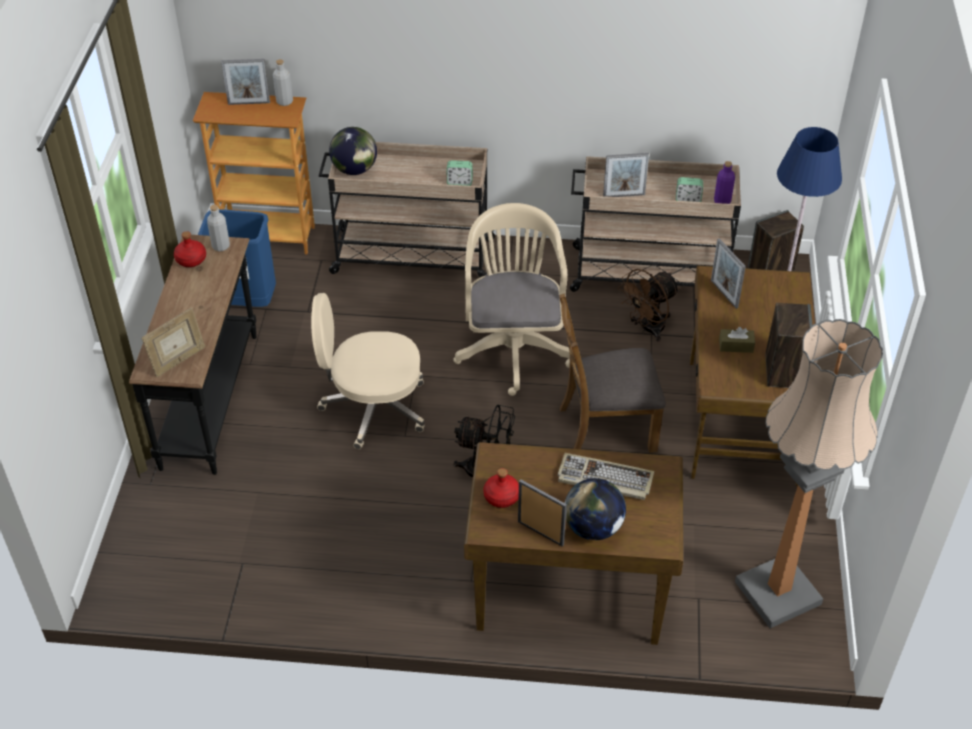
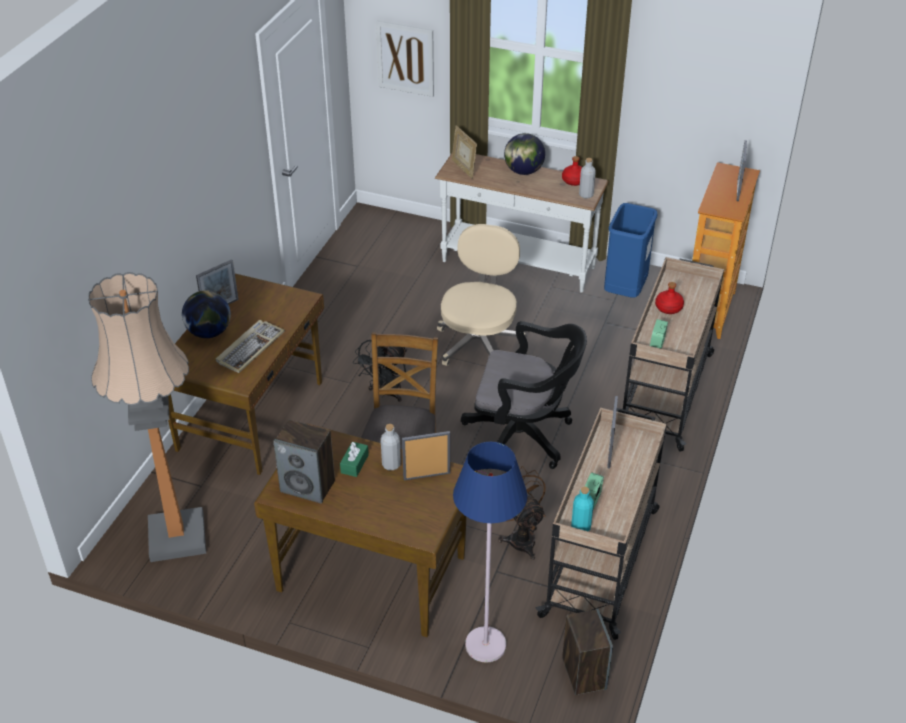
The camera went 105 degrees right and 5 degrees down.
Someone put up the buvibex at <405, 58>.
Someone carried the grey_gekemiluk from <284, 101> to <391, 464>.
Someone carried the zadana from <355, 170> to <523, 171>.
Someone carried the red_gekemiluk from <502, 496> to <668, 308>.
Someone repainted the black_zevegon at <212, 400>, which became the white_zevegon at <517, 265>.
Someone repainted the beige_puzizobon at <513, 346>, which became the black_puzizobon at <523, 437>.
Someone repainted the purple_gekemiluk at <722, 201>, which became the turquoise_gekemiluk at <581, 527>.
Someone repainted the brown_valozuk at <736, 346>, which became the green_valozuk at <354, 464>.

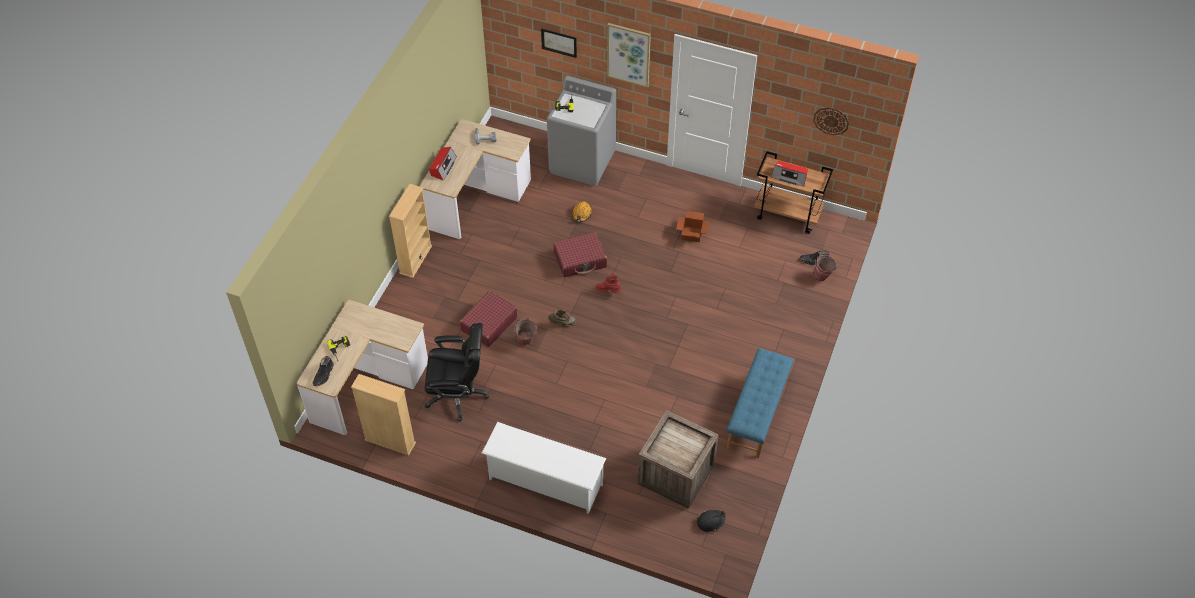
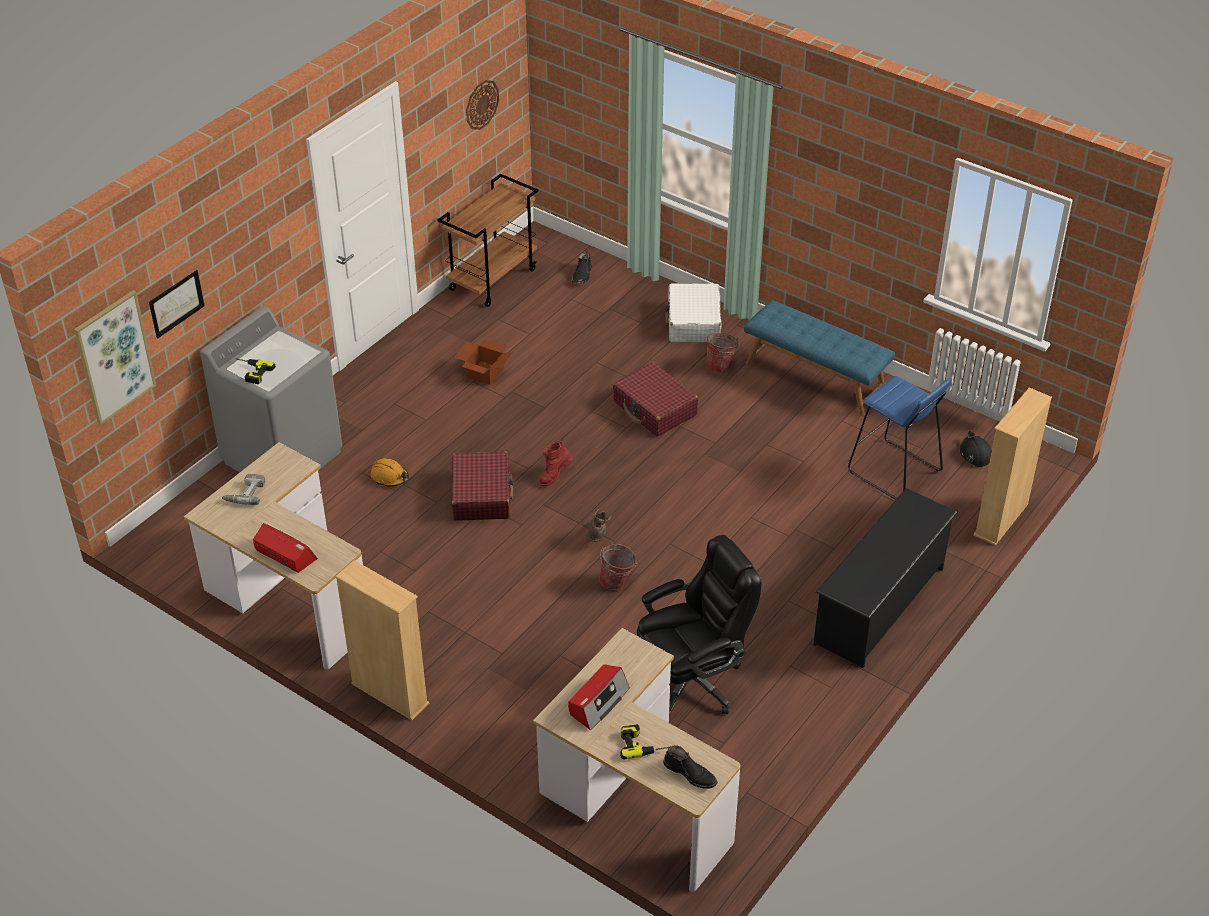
The camera went 75 degrees left and 10 degrees down.
Someone put down the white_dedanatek at <693, 322>.
Someone carried the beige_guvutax from <390, 441> to <1001, 520>.
Someone carried the red_dedanatek from <488, 324> to <655, 409>.
Someone carried the buvibex from <629, 54> to <114, 357>.
Someone carried the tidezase from <789, 176> to <598, 702>.
Someone carried the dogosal from <823, 277> to <721, 367>.
Someone swapped the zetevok at <674, 474> for the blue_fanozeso at <894, 472>.
Someone repainted the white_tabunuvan at <545, 482>, which became the black_tabunuvan at <880, 605>.
Someone rotated the black_puzizobon at <458, 394> by 45 degrees clockwise.

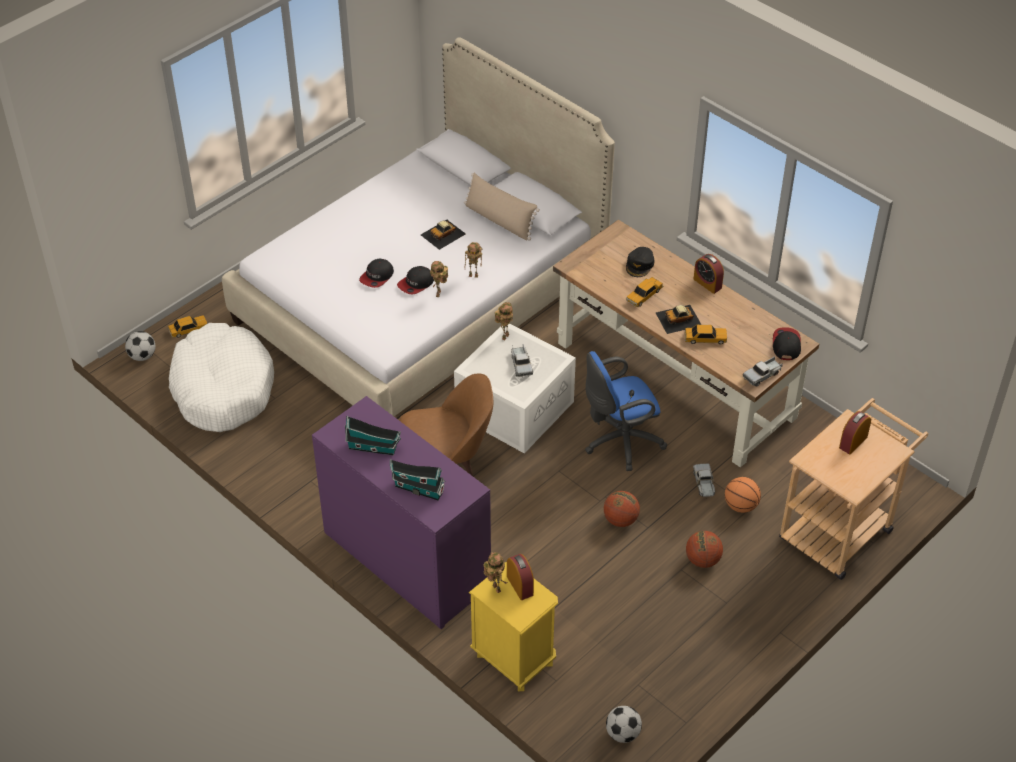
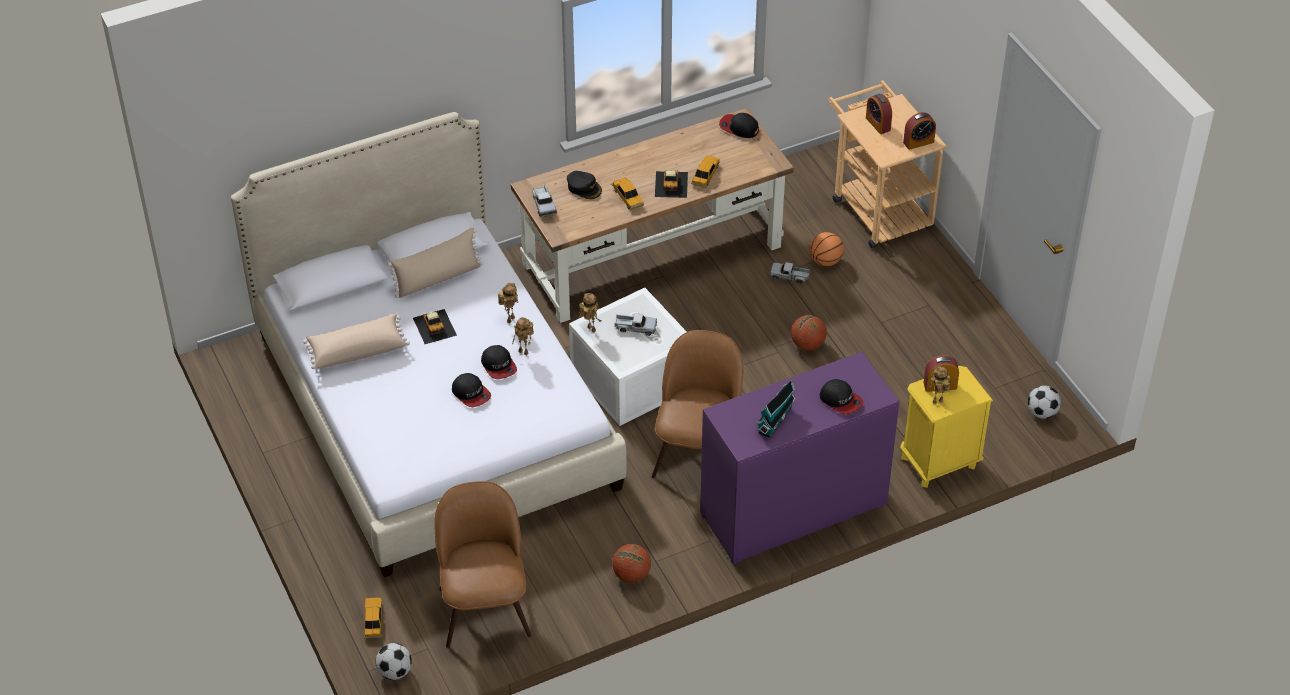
The camera went 70 degrees left and 0 degrees up.
Someone took away the blue_puzizobon at <619, 442>.
Someone put down the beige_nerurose at <357, 350>.
Someone carried the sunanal from <702, 560> to <631, 575>.
Someone carried the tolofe from <707, 283> to <918, 142>.
Someone carried the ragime from <762, 375> to <543, 204>.
Someone swapped the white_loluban at <222, 388> for the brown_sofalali at <484, 608>.
Someone swapped the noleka at <417, 488> for the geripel at <841, 400>.

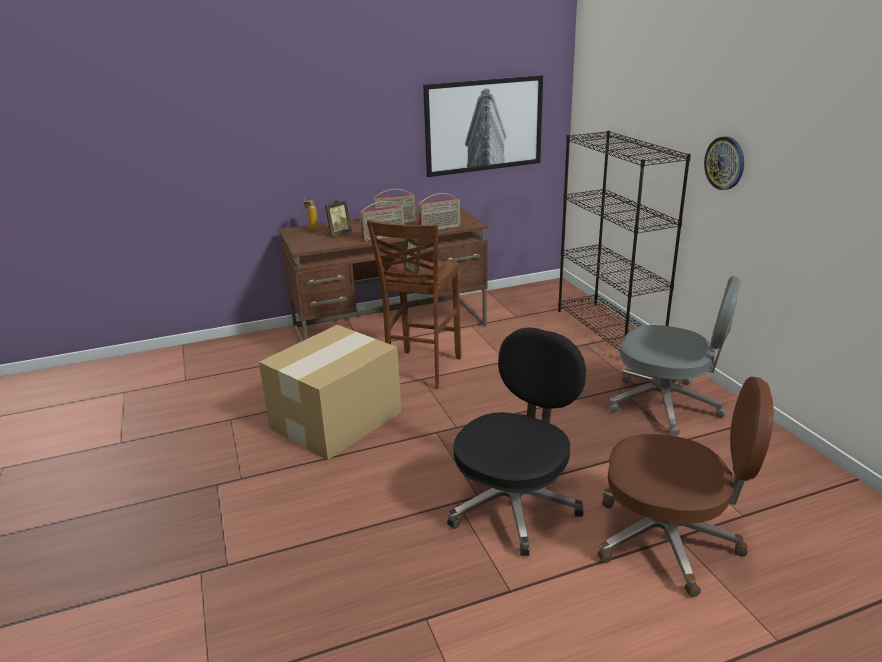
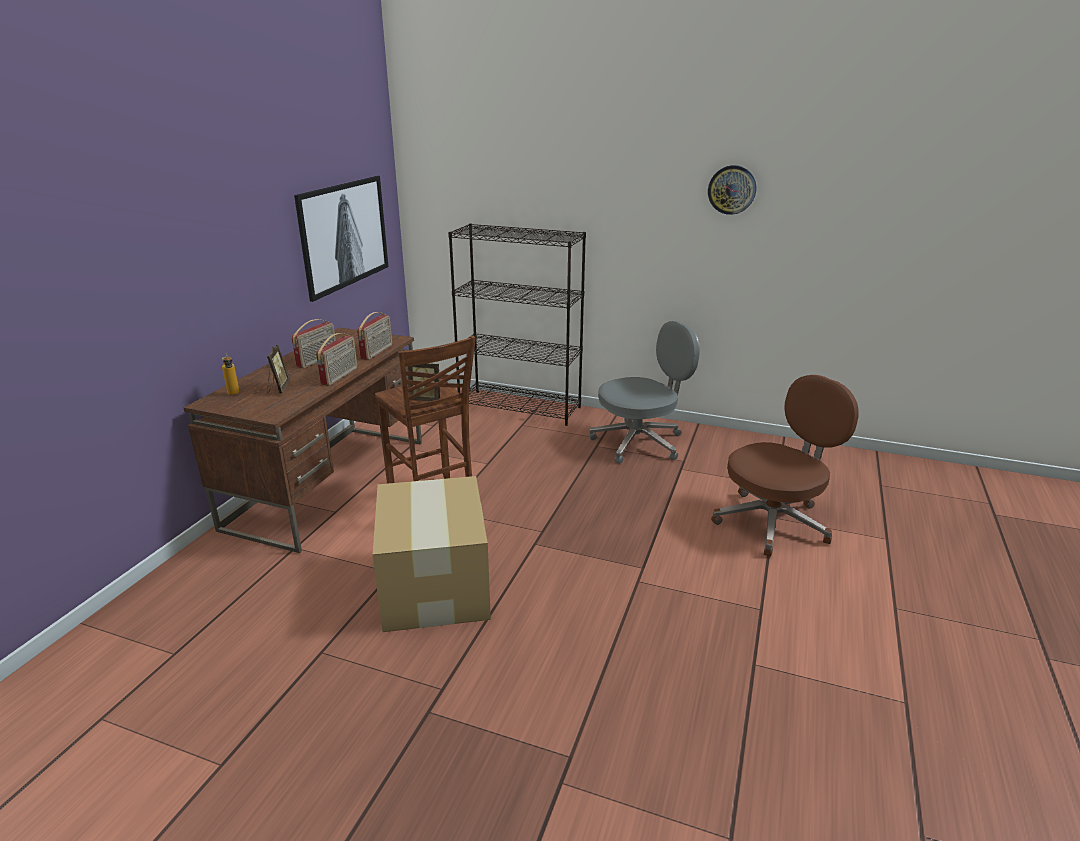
The camera went 50 degrees left and 0 degrees up.
Someone took away the black_puzizobon at <514, 504>.
Someone carried the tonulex from <725, 163> to <732, 189>.

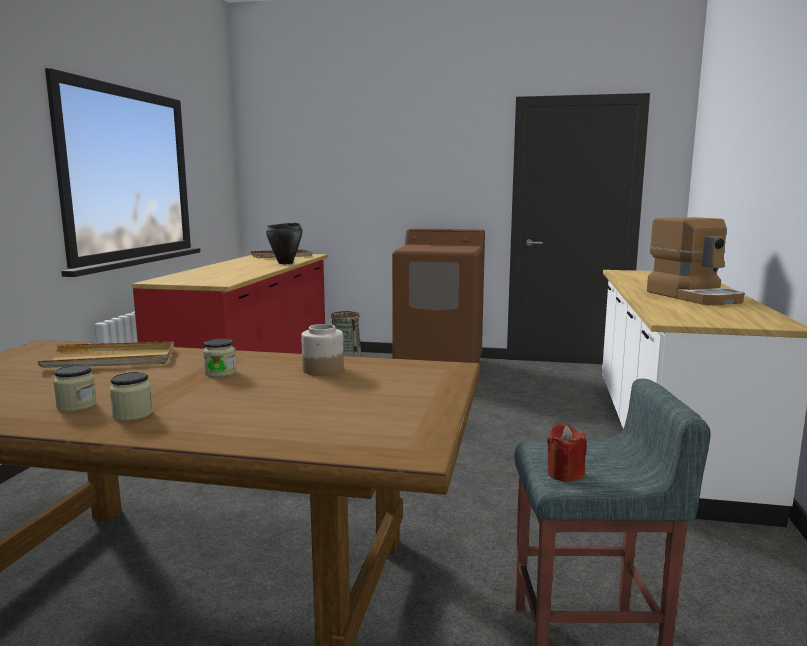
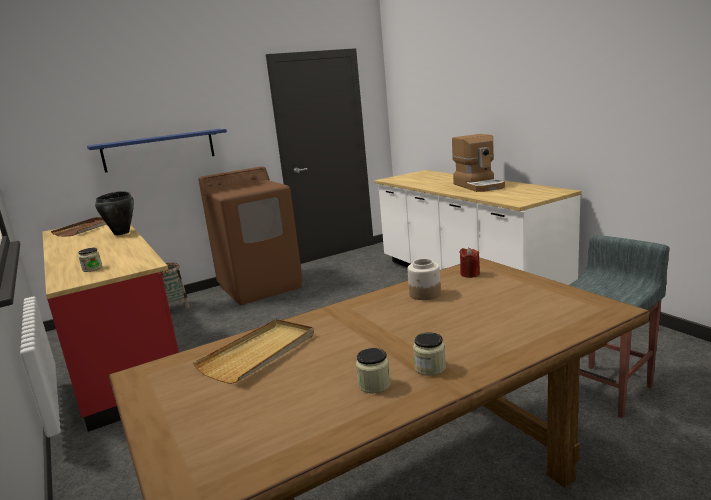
The camera went 40 degrees left and 5 degrees up.
Someone put up the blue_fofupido at <159, 150>.
Someone carried the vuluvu from <220, 373> to <92, 269>.
Someone carried the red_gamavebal from <565, 474> to <470, 274>.
Someone rotated the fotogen at <695, 296> by 45 degrees clockwise.

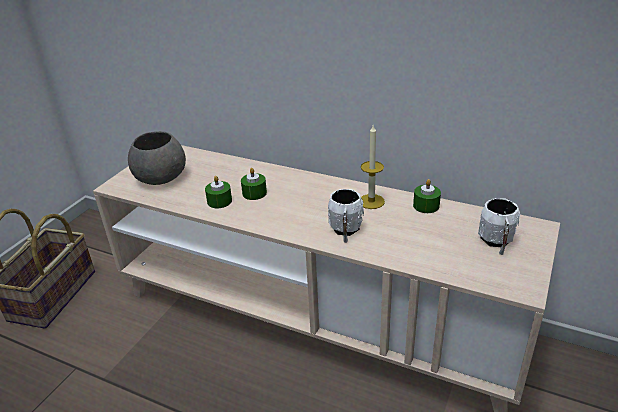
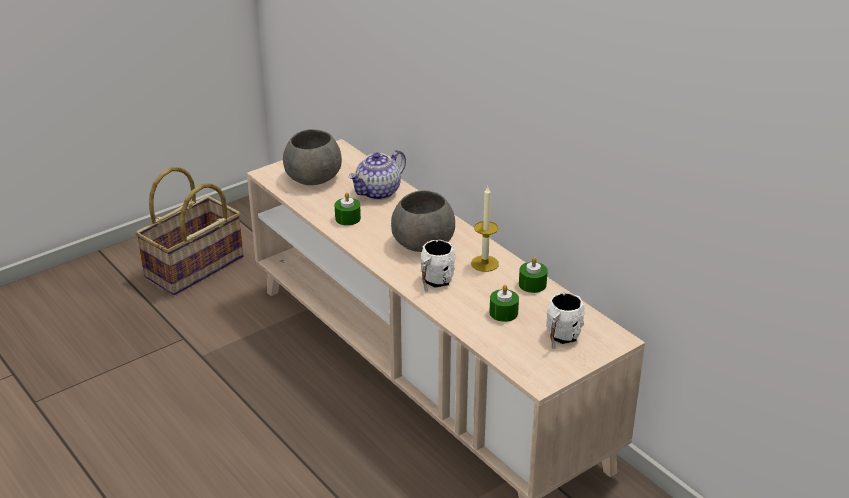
The camera went 25 degrees right and 0 degrees up.
Someone put down the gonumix at <378, 192>.
Someone put down the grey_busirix at <422, 243>.
Someone carried the green_gamavebal from <254, 193> to <503, 312>.

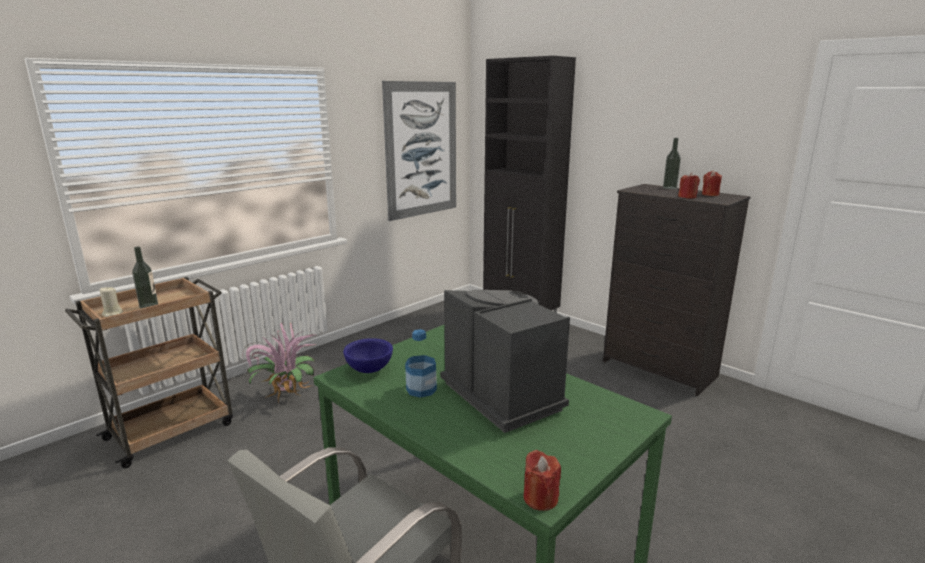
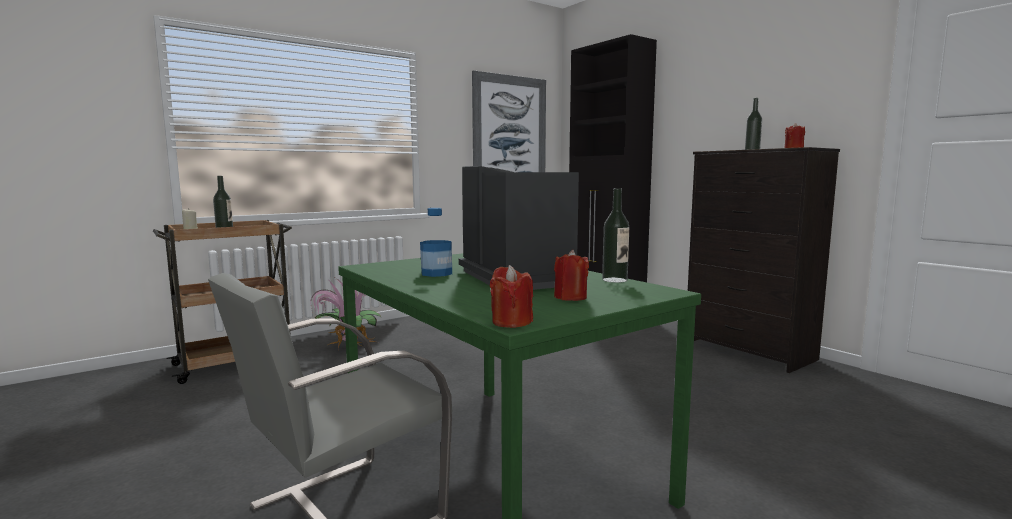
The camera went 10 degrees right and 10 degrees down.
Someone took away the blue_busirix at <369, 370>.
Someone put down the gekemiluk at <614, 280>.
Someone carried the red_gamavebal from <687, 197> to <570, 297>.

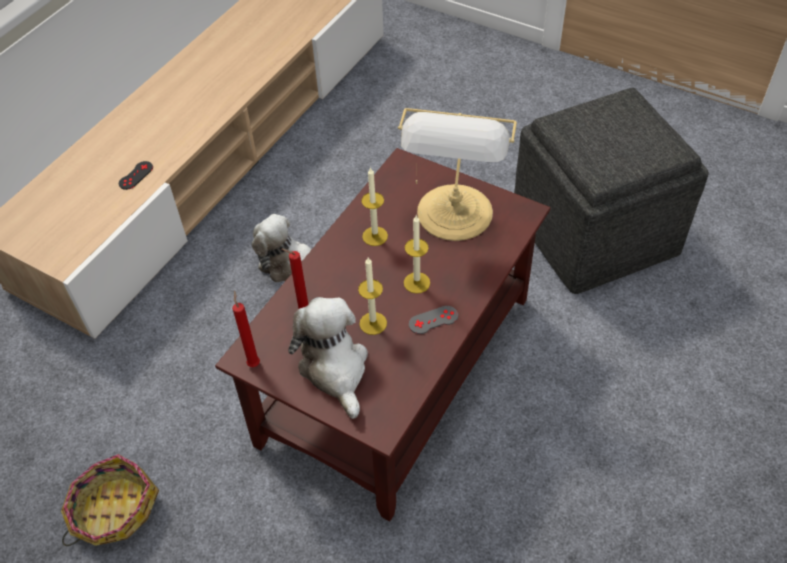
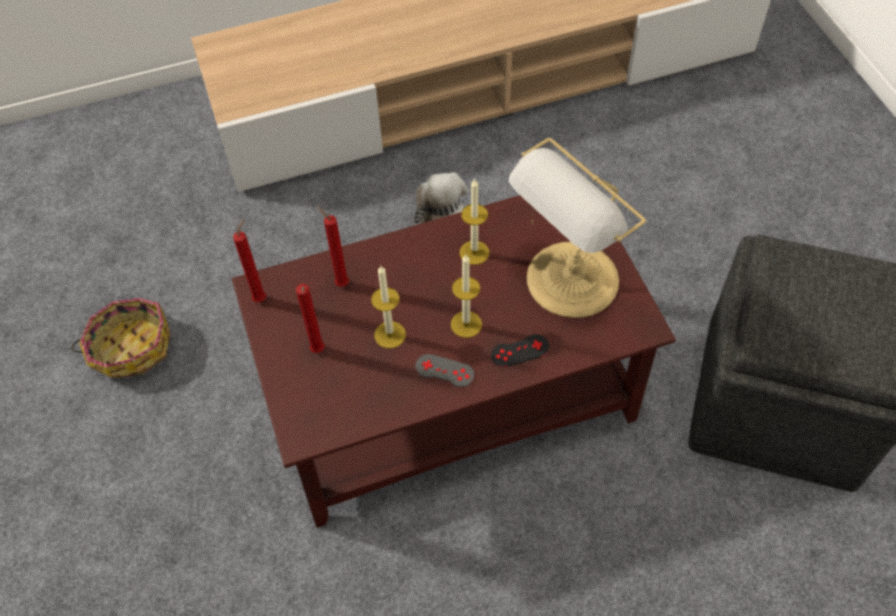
The camera went 40 degrees right and 5 degrees up.
Someone carried the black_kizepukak from <136, 175> to <520, 351>.
Someone swapped the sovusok at <334, 368> for the red_gamavebal at <318, 352>.

